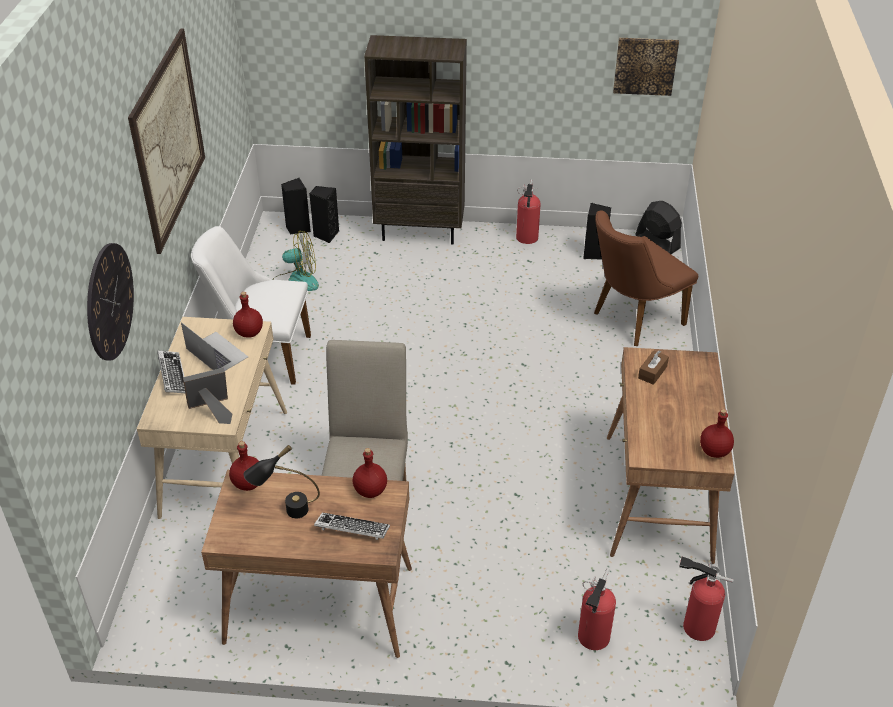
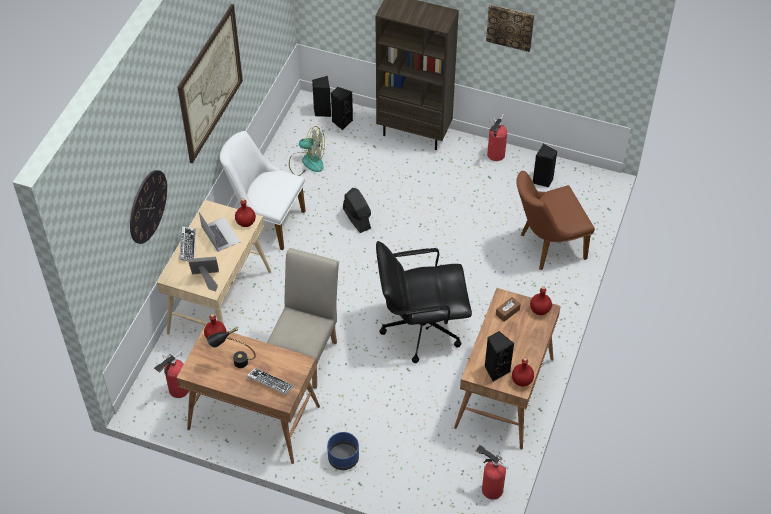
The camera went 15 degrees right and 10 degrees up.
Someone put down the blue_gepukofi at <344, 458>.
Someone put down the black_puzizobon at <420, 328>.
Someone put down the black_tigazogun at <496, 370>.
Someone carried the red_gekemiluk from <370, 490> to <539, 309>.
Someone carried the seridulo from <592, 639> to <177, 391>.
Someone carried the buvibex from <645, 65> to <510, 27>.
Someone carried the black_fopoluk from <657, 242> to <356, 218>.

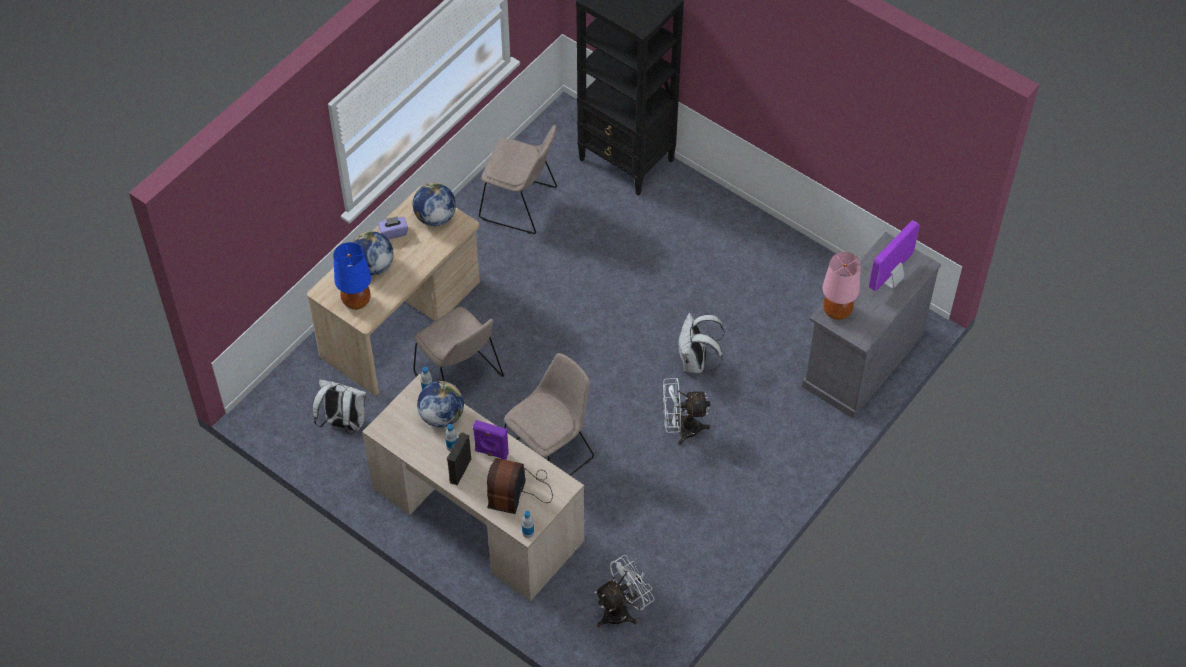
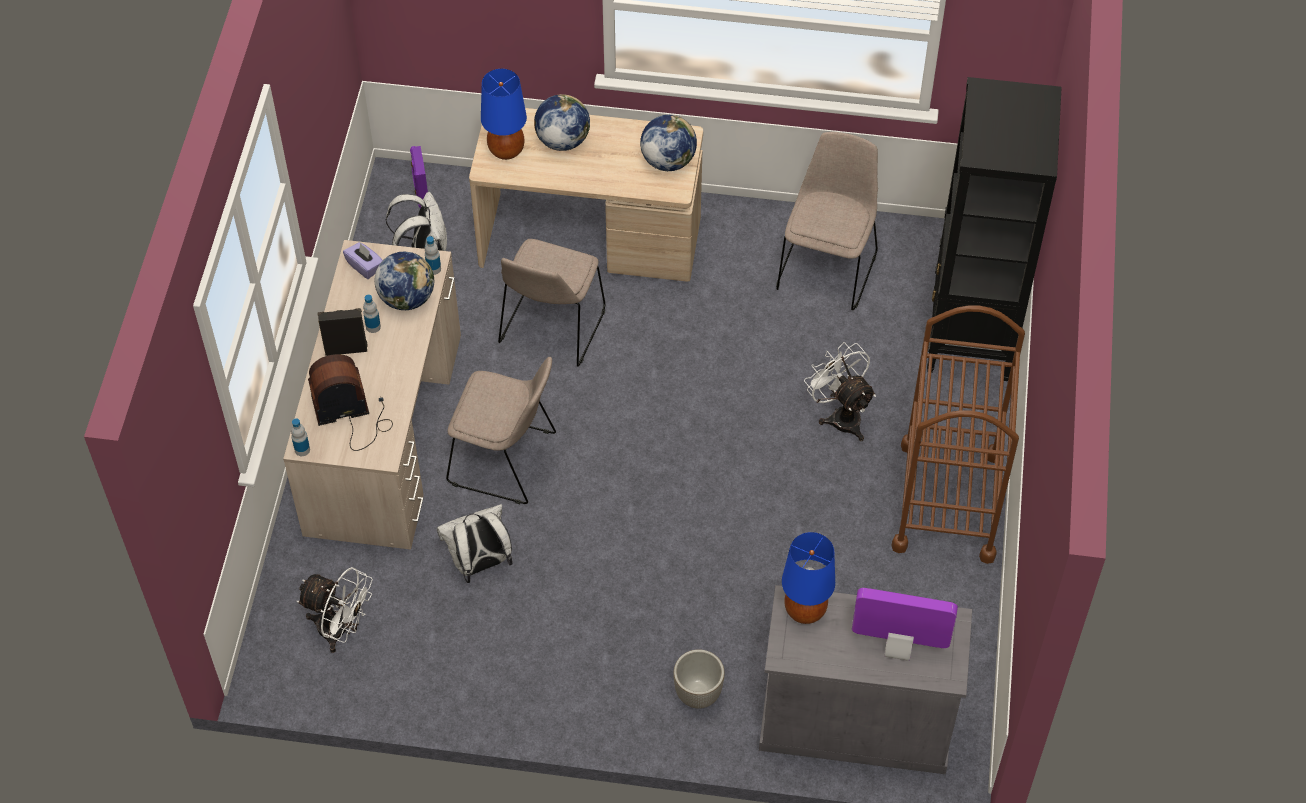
The camera went 60 degrees right and 0 degrees up.
Someone put down the gepukofi at <698, 694>.
Someone put down the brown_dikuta at <947, 501>.
Someone carried the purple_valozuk from <394, 232> to <365, 266>.
Someone carried the purple_tigazogun from <491, 453> to <421, 194>.
Someone carried the white_fopoluk from <681, 429> to <841, 415>.
Someone carried the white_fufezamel from <696, 362> to <480, 564>.
Someone repainted the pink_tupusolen at <837, 311>, which became the blue_tupusolen at <805, 610>.
Someone rotated the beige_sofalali at <521, 204> by 150 degrees counterclockwise.

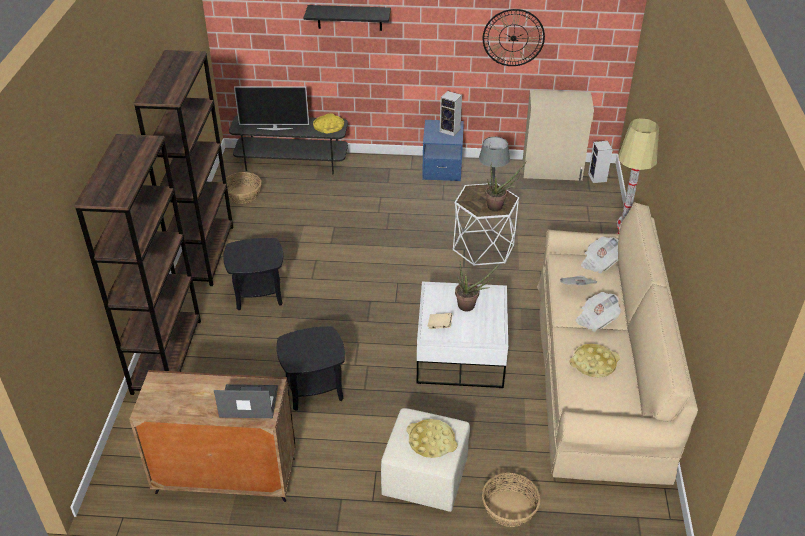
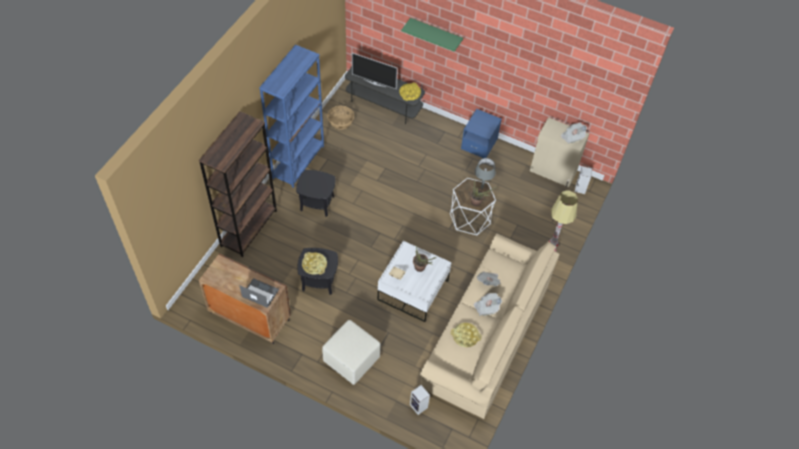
The camera went 20 degrees right and 15 degrees up.
Someone took away the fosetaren at <509, 508>.
Someone took away the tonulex at <513, 38>.
Someone carried the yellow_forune from <431, 441> to <314, 265>.
Someone carried the tigazogun from <451, 130> to <419, 407>.
Someone carried the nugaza from <599, 263> to <572, 137>.
Someone repainted the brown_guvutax at <204, 254>, which became the blue_guvutax at <298, 162>.
Someone repainted the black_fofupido at <349, 17>, which became the green_fofupido at <436, 34>.

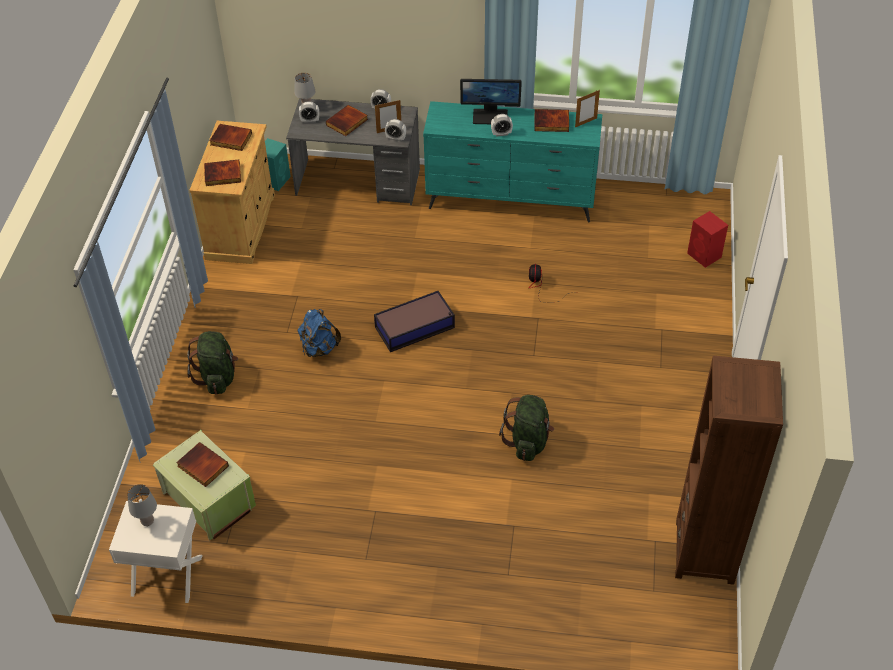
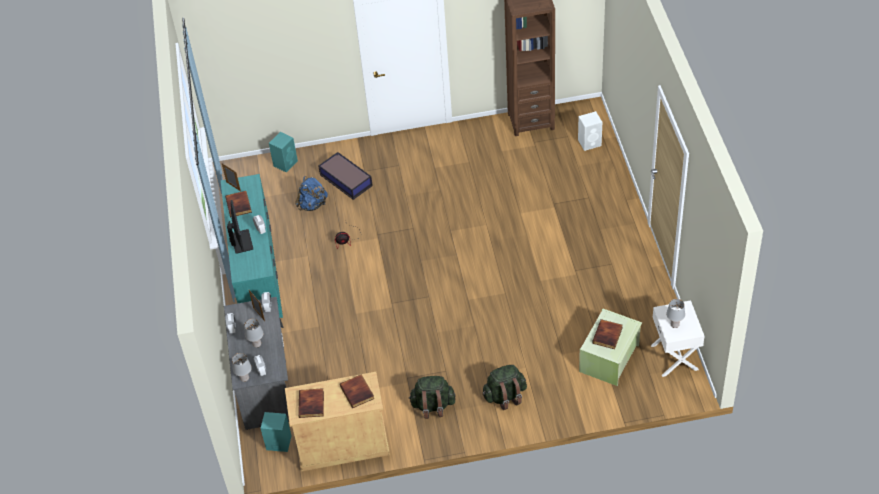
The camera went 105 degrees left and 0 degrees up.
Someone put down the white_tigazogun at <590, 142>.
Someone carried the blue_fufezamel from <319, 348> to <312, 205>.
Someone carried the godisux from <415, 327> to <345, 179>.
Someone carried the green_fufezamel from <528, 441> to <433, 406>.
Someone swapped the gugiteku at <347, 123> for the grey_tupusolen at <257, 344>.
Someone repainted the red_tigazogun at <704, 256>, which became the turquoise_tigazogun at <286, 163>.

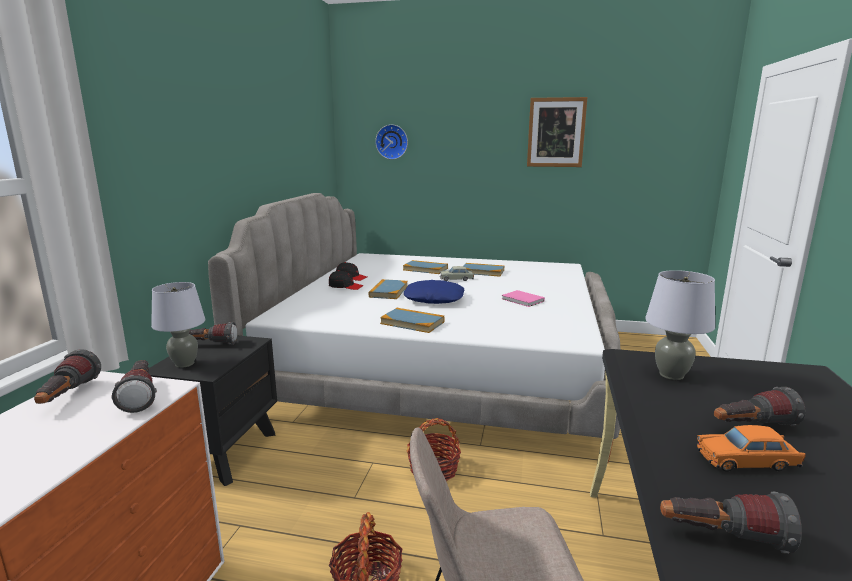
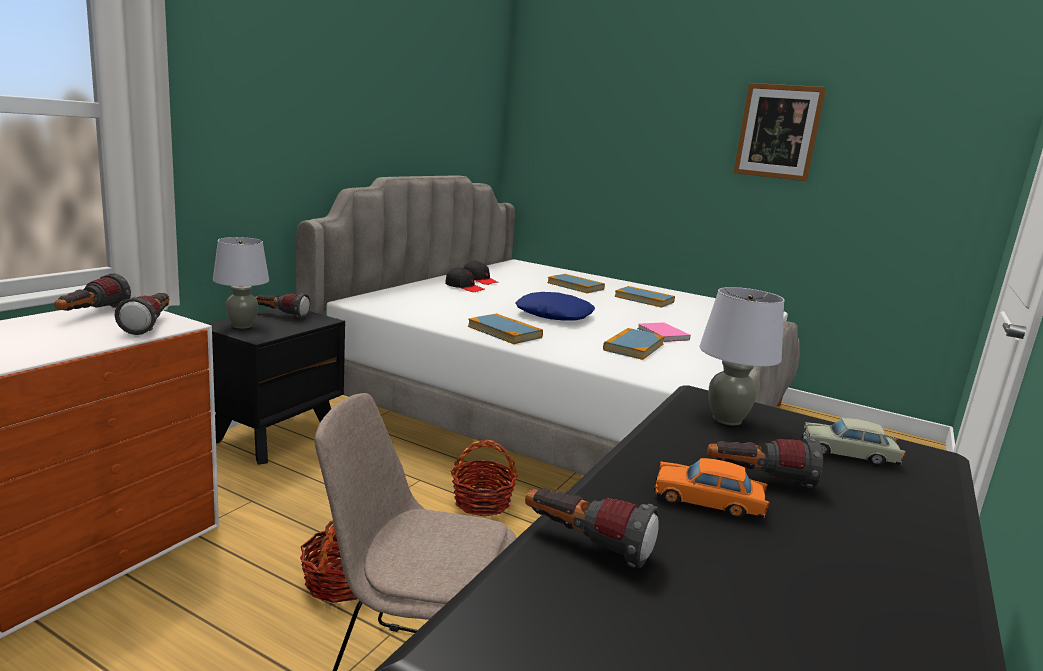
The camera went 15 degrees right and 0 degrees up.
Someone took away the tonulex at <392, 142>.
Someone carried the gugiteku from <388, 291> to <633, 347>.
Someone carried the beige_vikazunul from <456, 279> to <849, 454>.

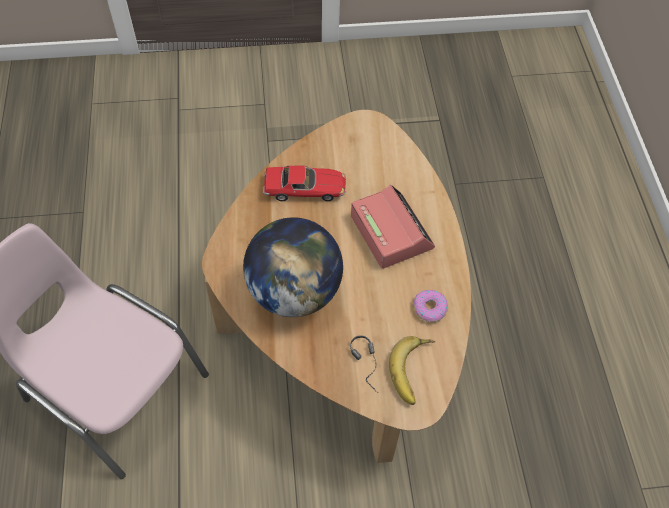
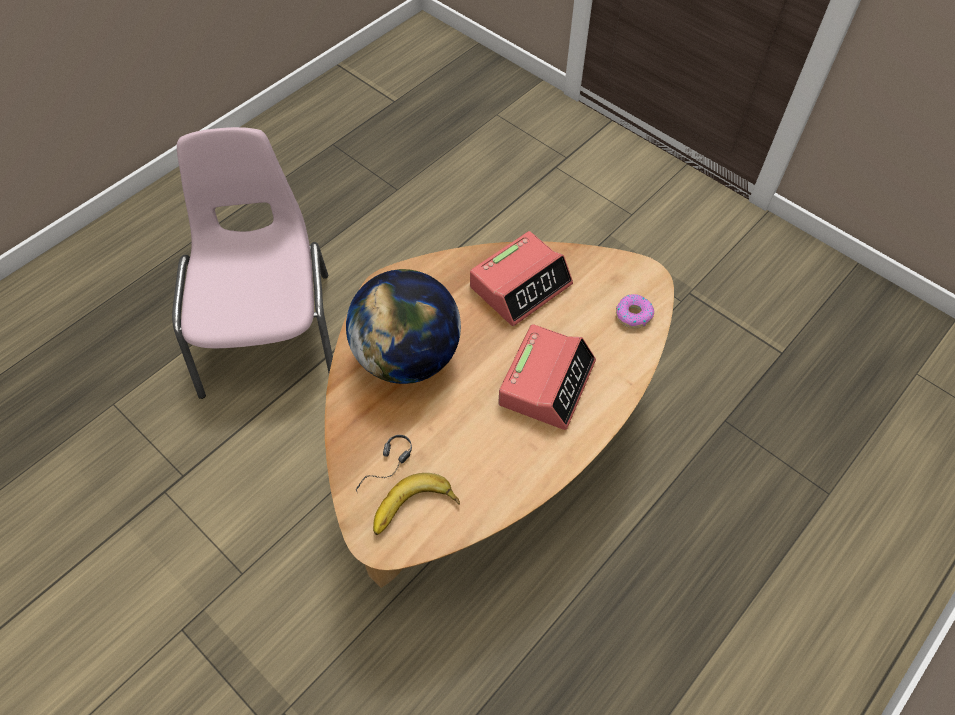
The camera went 50 degrees right and 0 degrees up.
Someone carried the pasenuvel from <429, 308> to <633, 315>.
Someone swapped the vikazunul at <305, 189> for the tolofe at <521, 285>.

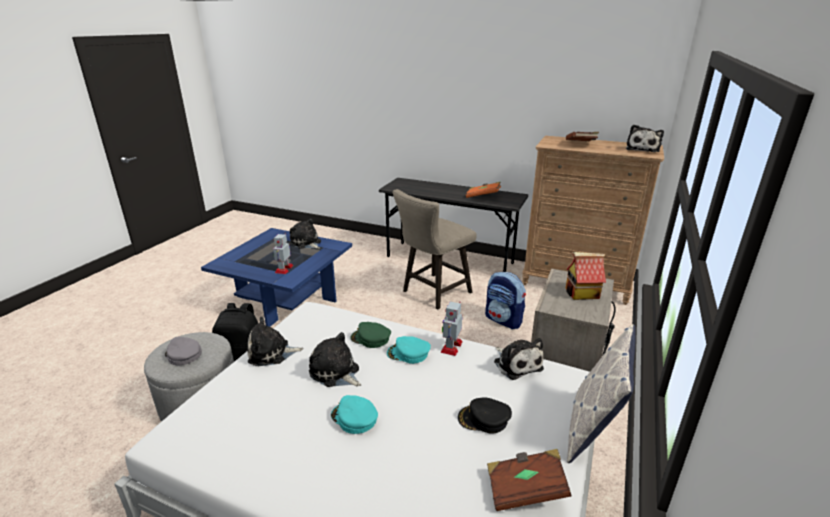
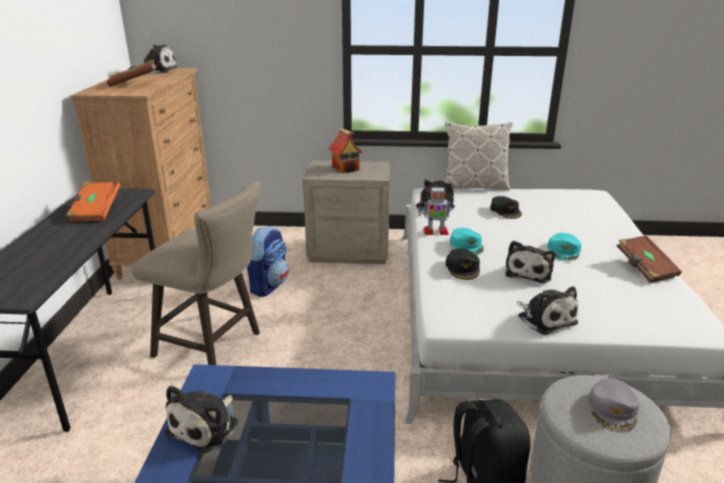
The camera went 110 degrees left and 0 degrees up.
Someone took away the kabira at <284, 269>.
Someone carried the brown_gugiteku from <525, 489> to <644, 268>.
Someone repainted the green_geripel at <370, 338>, which became the black_geripel at <463, 268>.

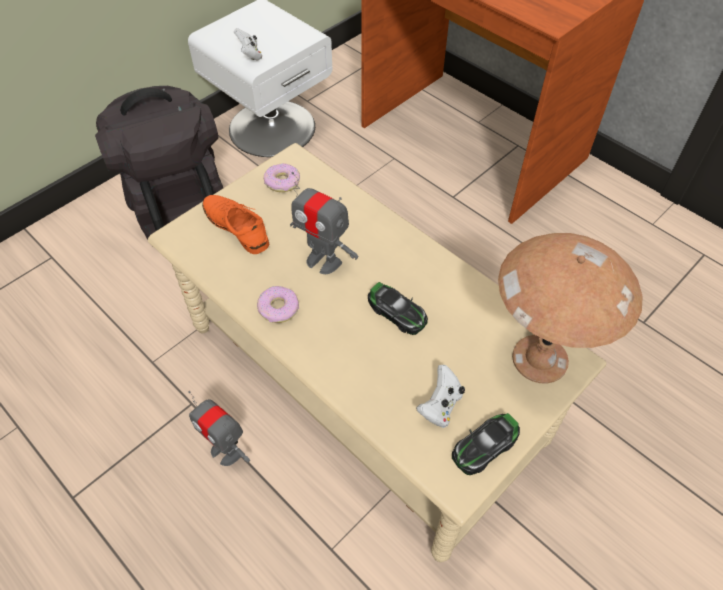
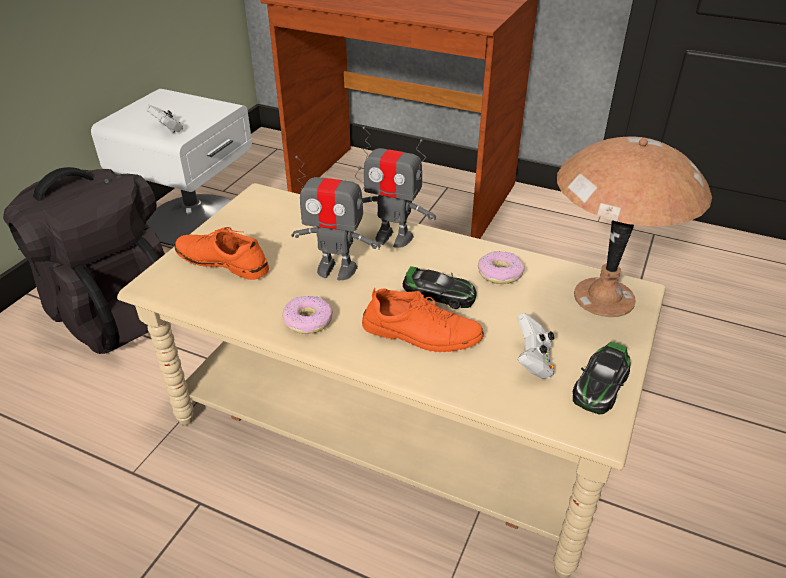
The camera went 20 degrees left and 15 degrees down.
Someone put down the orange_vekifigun at <421, 333>.
Someone carried the kabira from <226, 451> to <393, 237>.
Someone carried the pasenuvel from <282, 182> to <499, 273>.

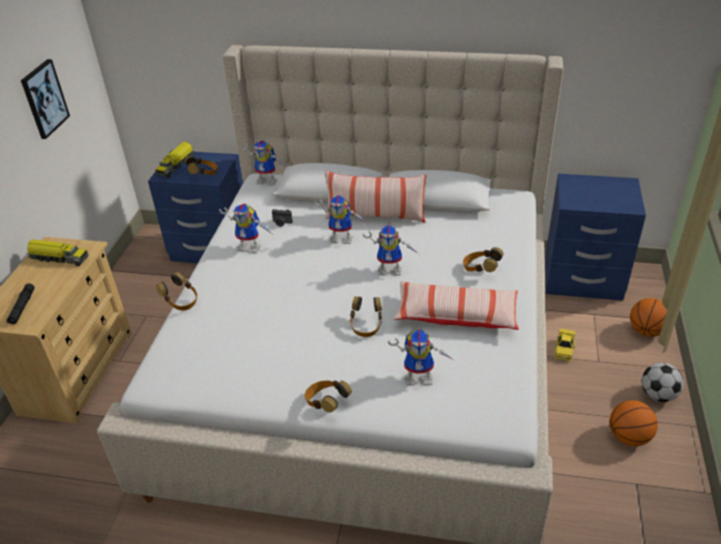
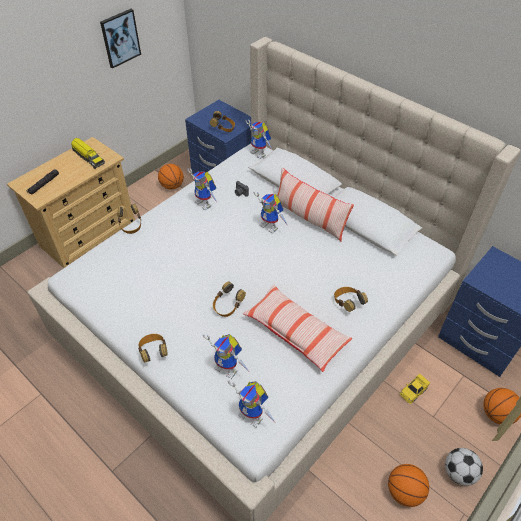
The camera went 30 degrees right and 10 degrees up.
Someone took away the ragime at <176, 165>.
Someone put down the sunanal at <172, 186>.
Someone carried the kabira from <392, 269> to <254, 415>.

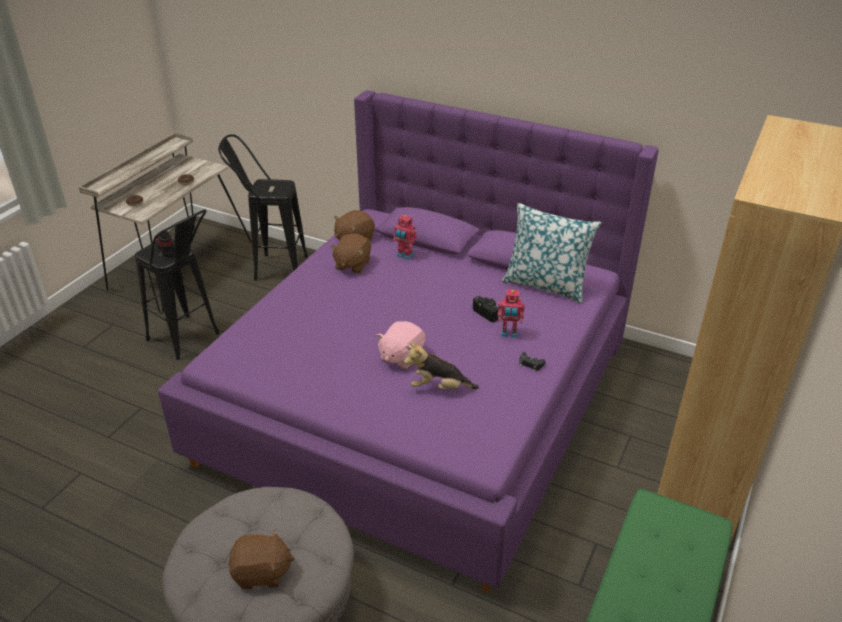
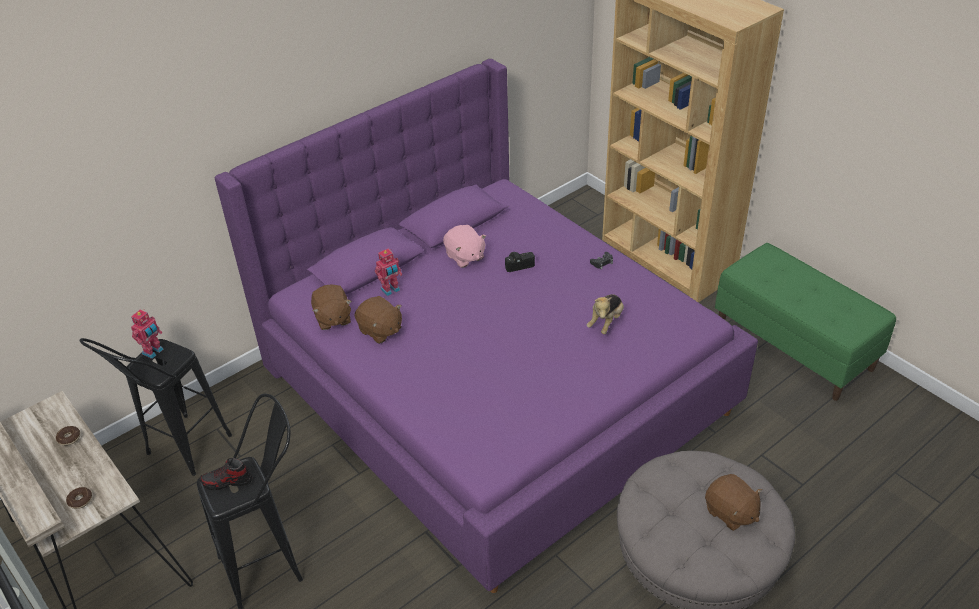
The camera went 65 degrees left and 5 degrees up.
Someone took away the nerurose at <546, 285>.
Someone carried the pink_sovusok from <401, 357> to <465, 257>.
Someone carried the kabira from <509, 333> to <153, 352>.
Someone rotated the brown_sovusok at <262, 573> by 120 degrees clockwise.

